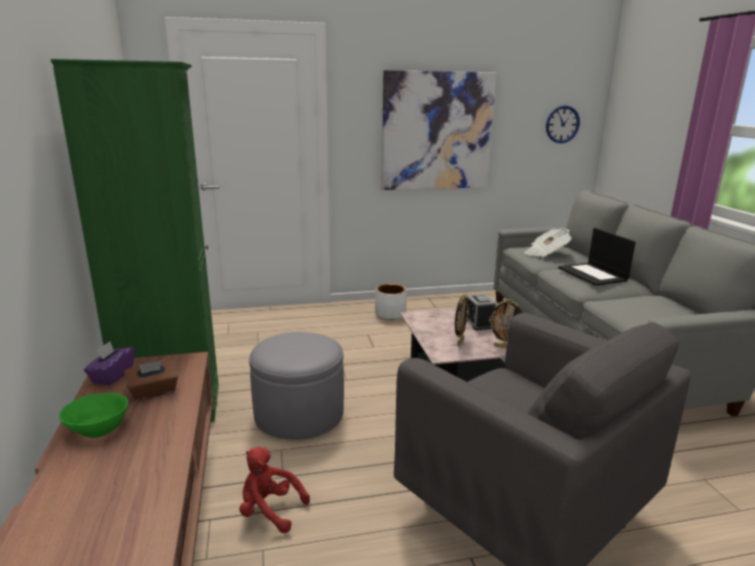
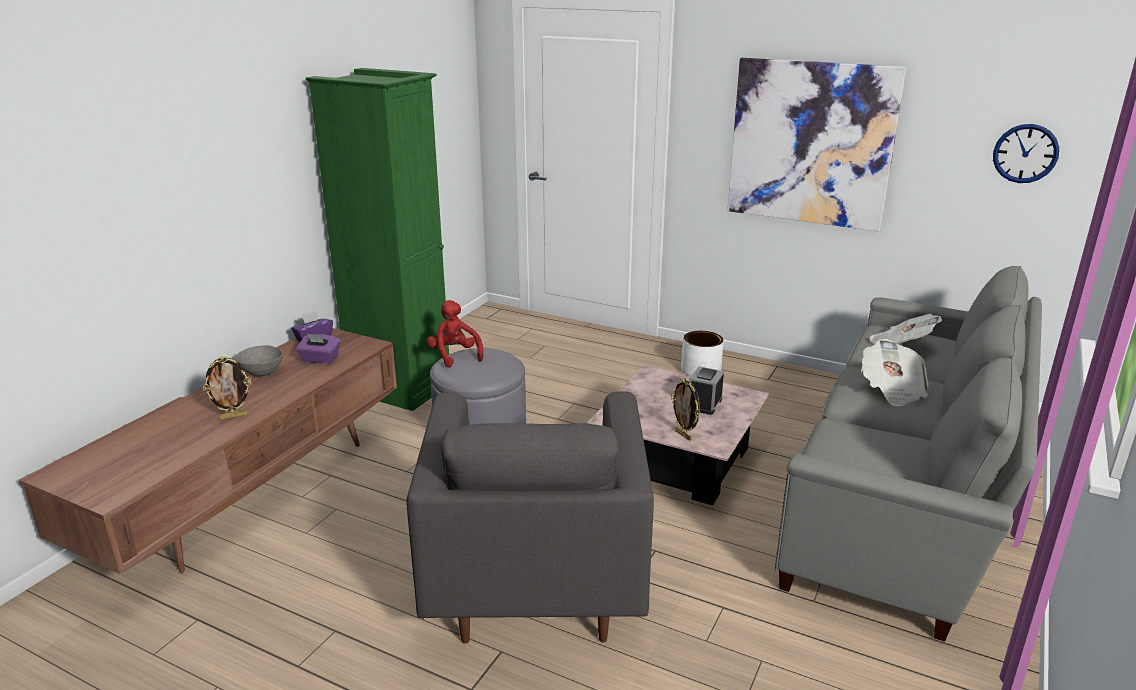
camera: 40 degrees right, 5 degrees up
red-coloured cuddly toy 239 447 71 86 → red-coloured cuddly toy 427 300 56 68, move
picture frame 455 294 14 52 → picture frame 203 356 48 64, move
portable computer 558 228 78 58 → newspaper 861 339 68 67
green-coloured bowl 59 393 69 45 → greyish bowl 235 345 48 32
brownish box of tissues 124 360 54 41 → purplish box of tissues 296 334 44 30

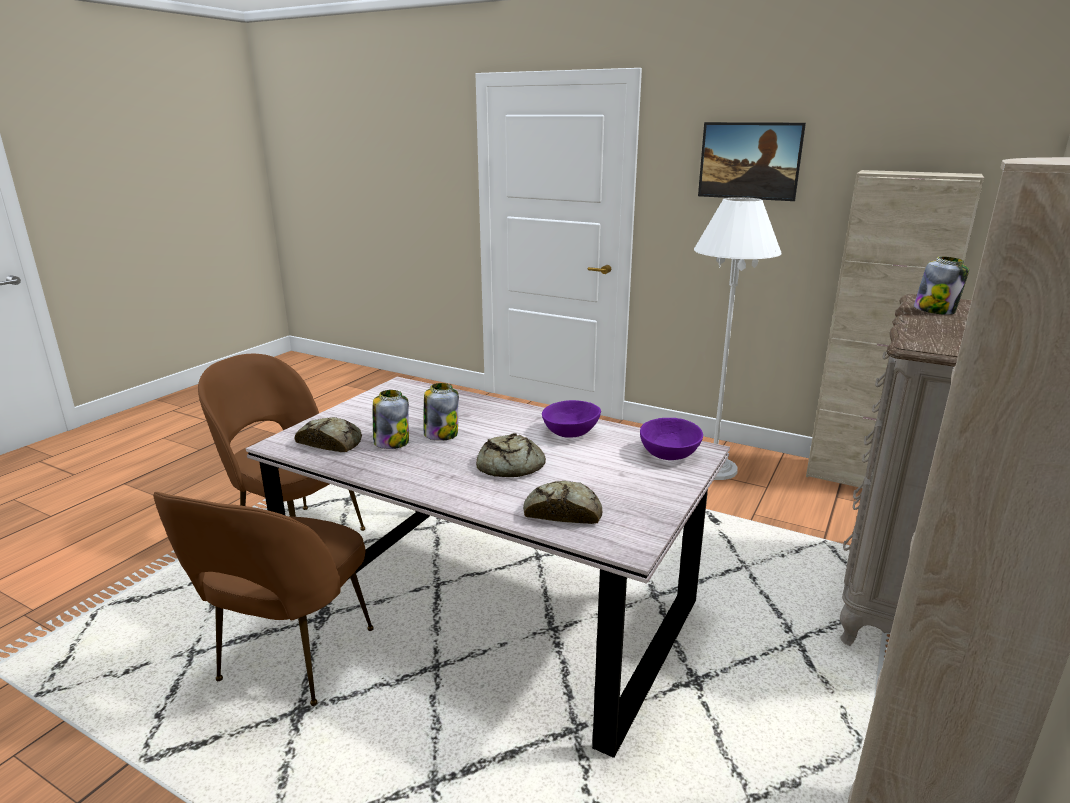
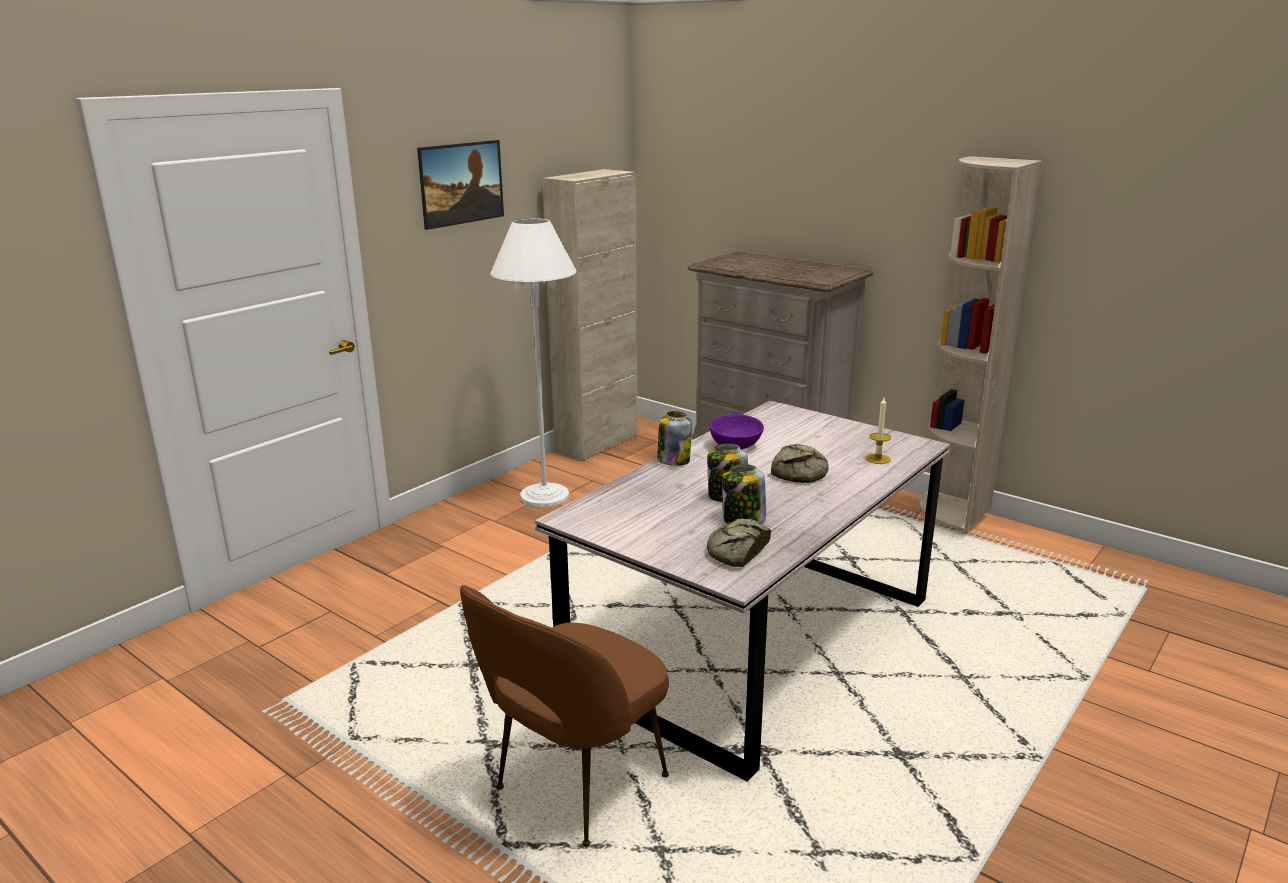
camera: 80 degrees left, 0 degrees up
brownish chair 153 492 221 214 → -
purplish bowl 640 418 63 42 → -
jar 914 256 55 59 → jar 657 411 35 55, move
baked bread 523 481 79 43 → wax light 866 398 25 66

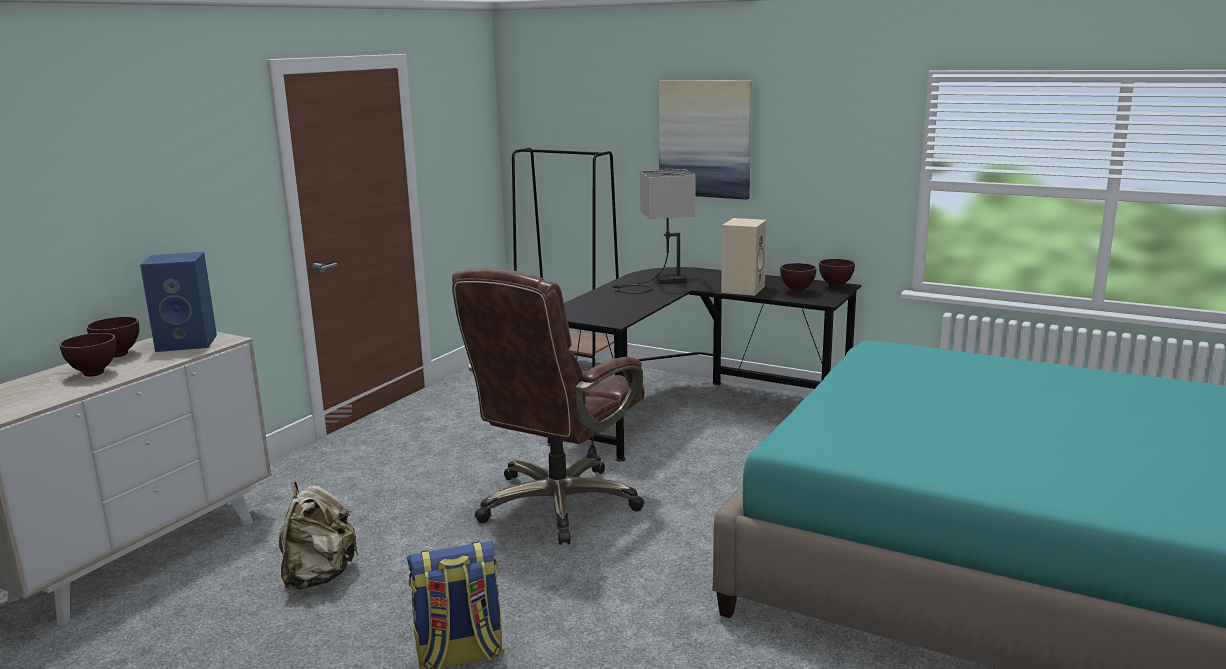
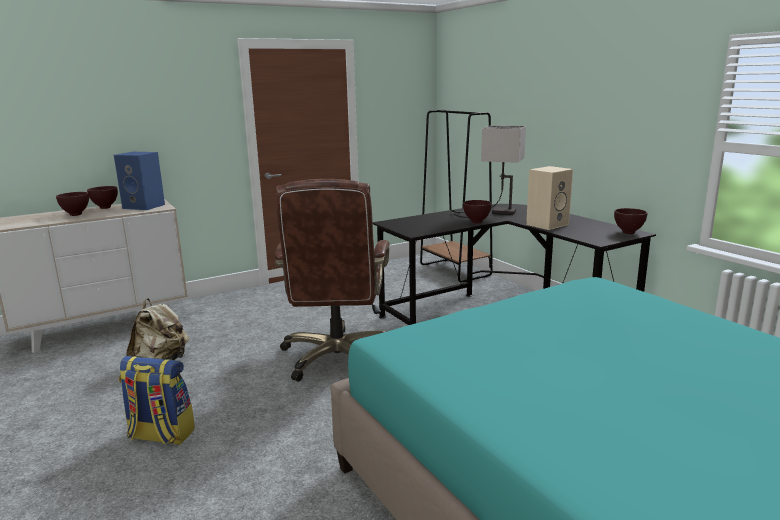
camera: 30 degrees right, 0 degrees up
wall picture 659 80 93 120 → -
brownish bowl 780 263 37 30 → brownish bowl 463 200 29 24, move
brownish computer chair 452 268 193 277 → brownish computer chair 275 179 115 203, 60 degrees counterclockwise

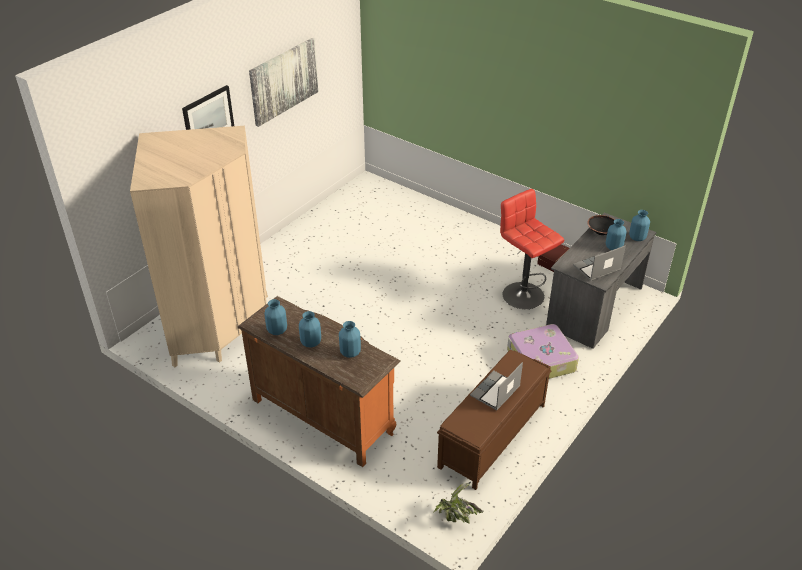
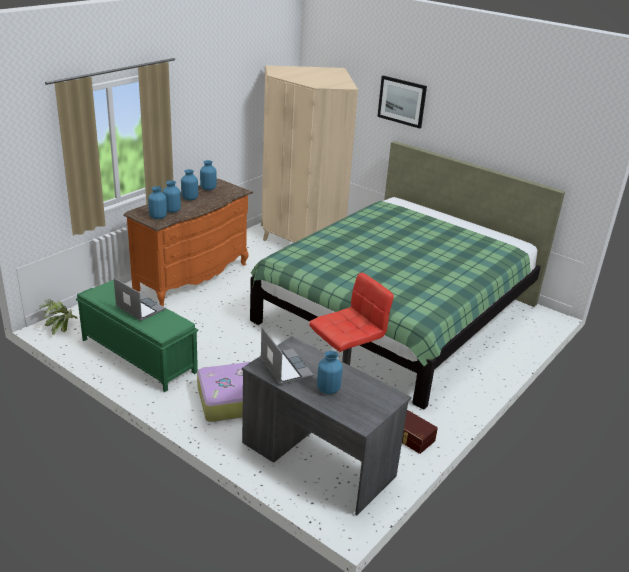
camera: 90 degrees right, 10 degrees down
wall picture 249 38 69 89 → -
black bowl 587 215 28 20 → -
- → green-coloured bed 250 141 315 269
bluish decorative vase 629 210 21 31 → bluish decorative vase 148 186 19 33, move
brownish bench 437 350 115 140 → green-coloured bench 76 280 122 112

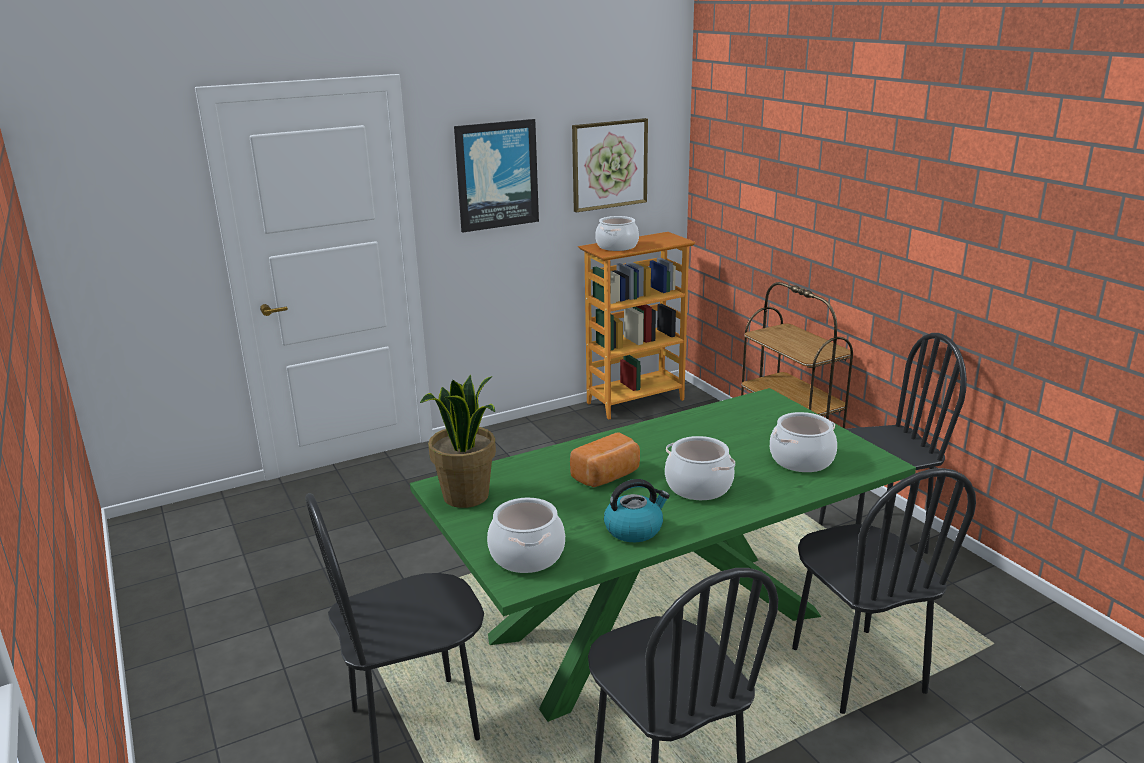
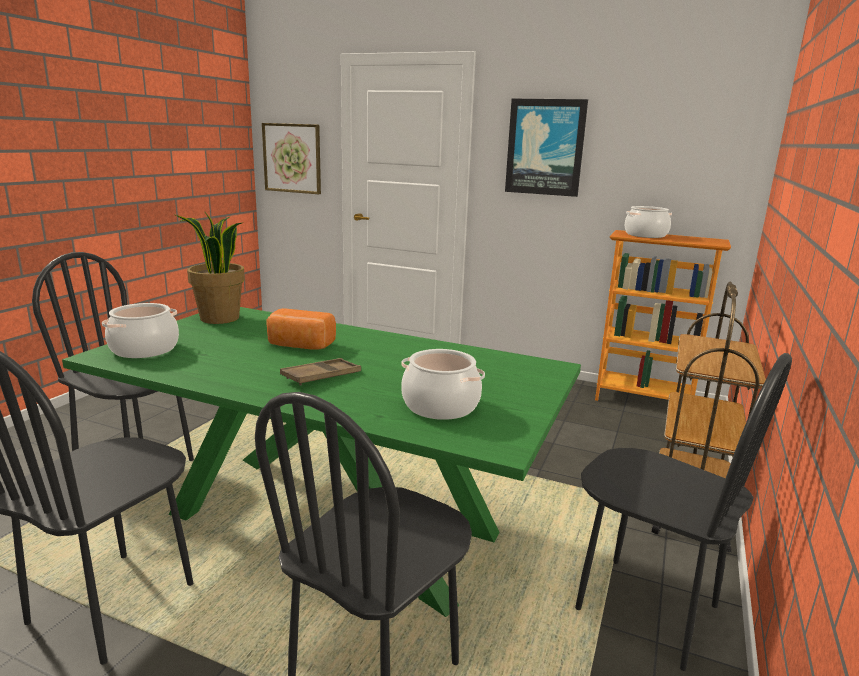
camera: 50 degrees right, 5 degrees down
tea kettle 604 479 66 63 → -
wall picture 572 118 76 94 → wall picture 262 123 59 71, move
stockpot 665 436 70 64 → brownish tray 280 358 81 27

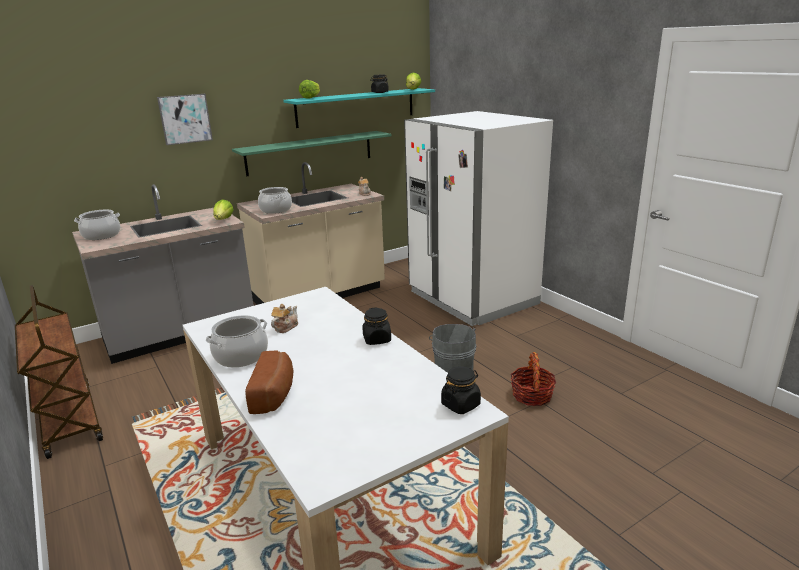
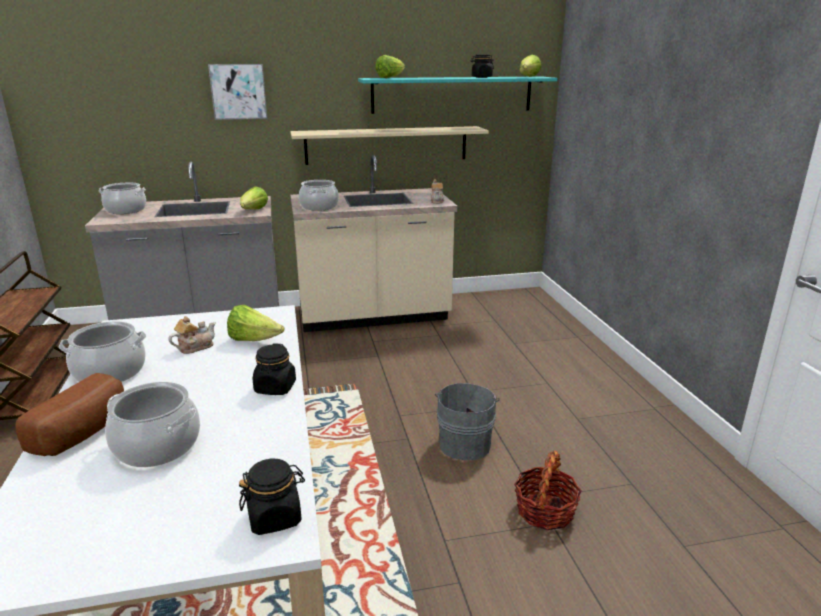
camera: 20 degrees right, 0 degrees up
white-coloured refrigerator 404 111 149 215 → -
- → stockpot 105 382 95 85
- → lettuce head 227 305 57 36
green-coloured shelf 232 131 160 45 → beige-coloured shelf 290 126 199 39

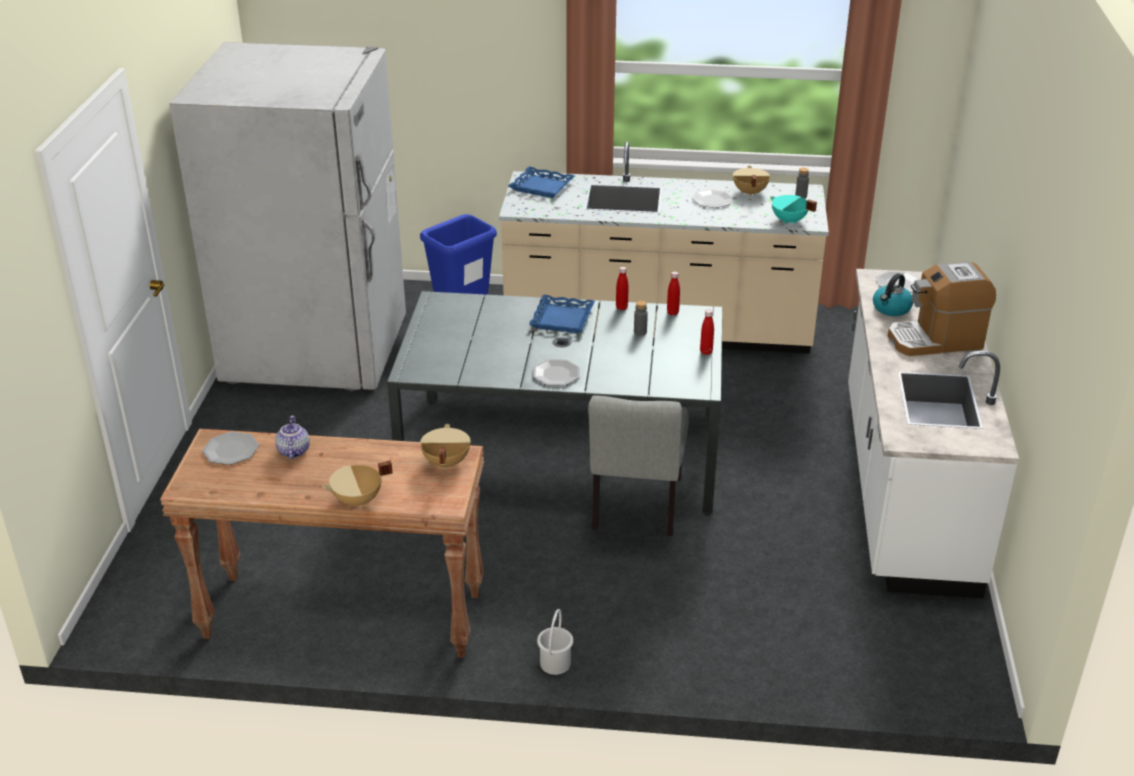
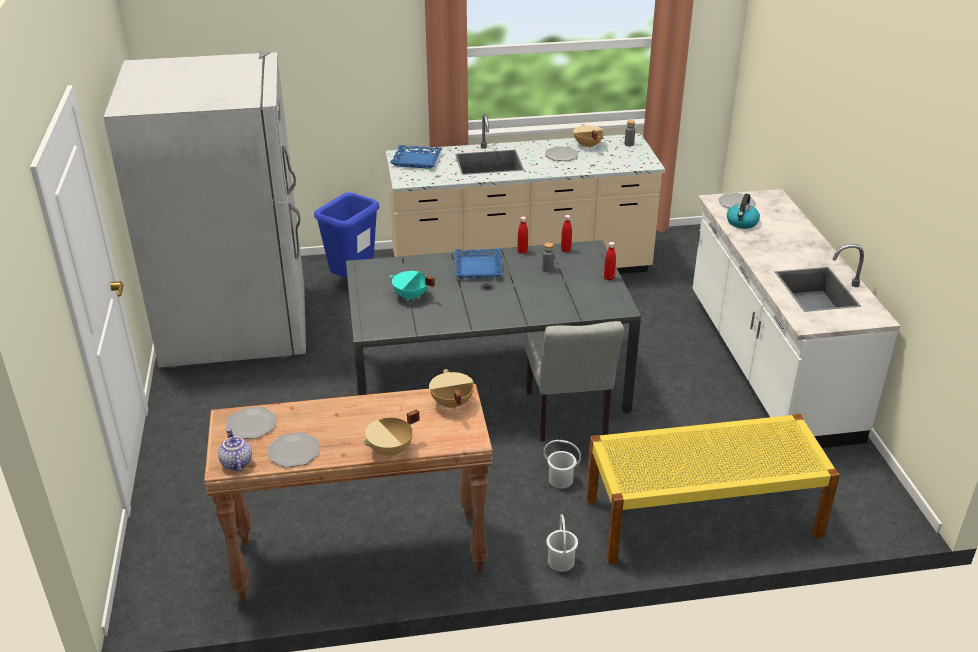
camera: 15 degrees left, 0 degrees up
coffee maker 888 261 108 95 → -
- → white-coloured pail 544 440 37 49
- → yellow-coloured bench 586 414 254 150
tea pot 275 416 35 43 → tea pot 218 429 34 43, move
flat dish 533 359 47 27 → flat dish 268 432 52 36, move
turquoise stockpot 770 195 47 29 → turquoise stockpot 390 271 45 30, move

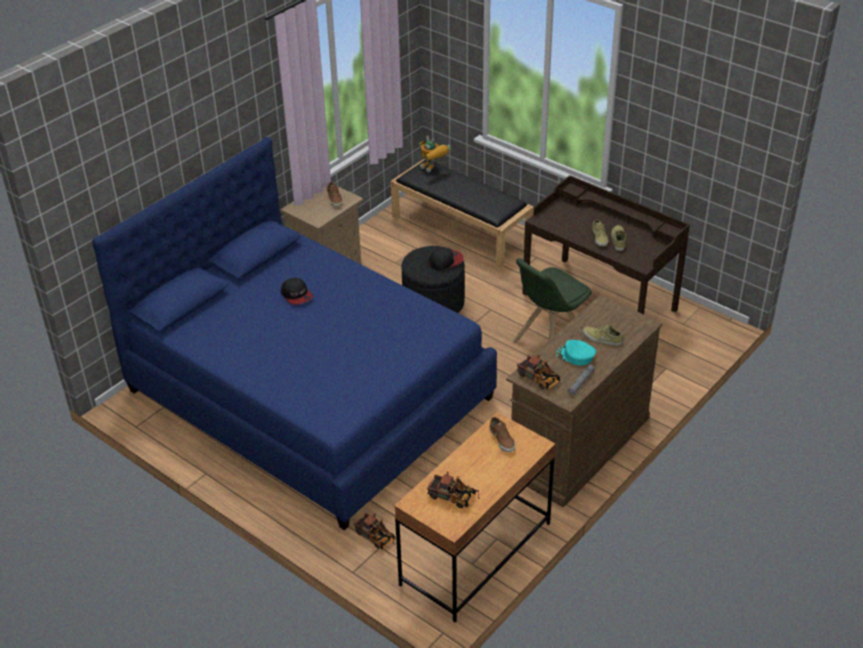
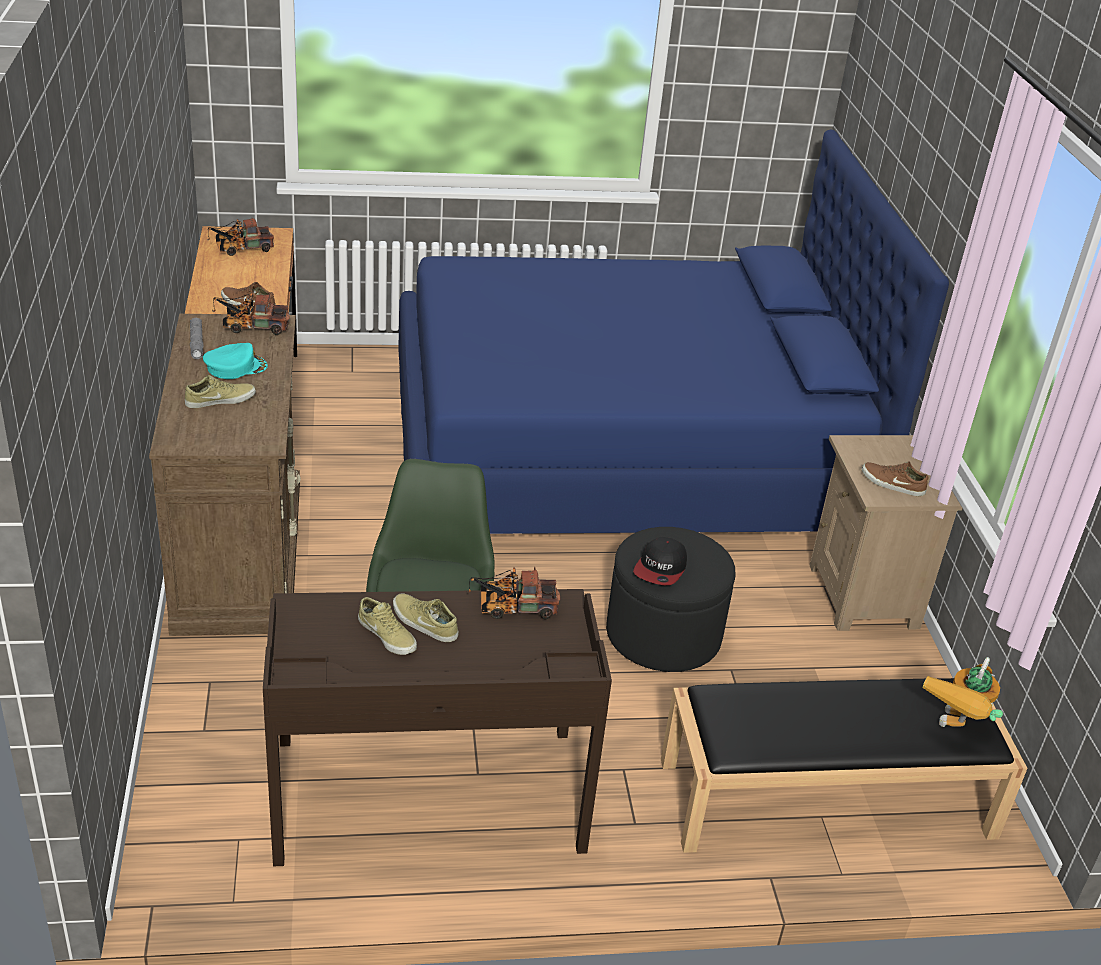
camera: 130 degrees right, 5 degrees down
peaked cap 281 278 32 27 → -
model truck 354 513 41 37 → model truck 467 566 93 54, move
robot figure 419 136 32 36 → robot figure 922 657 81 70, 60 degrees counterclockwise

